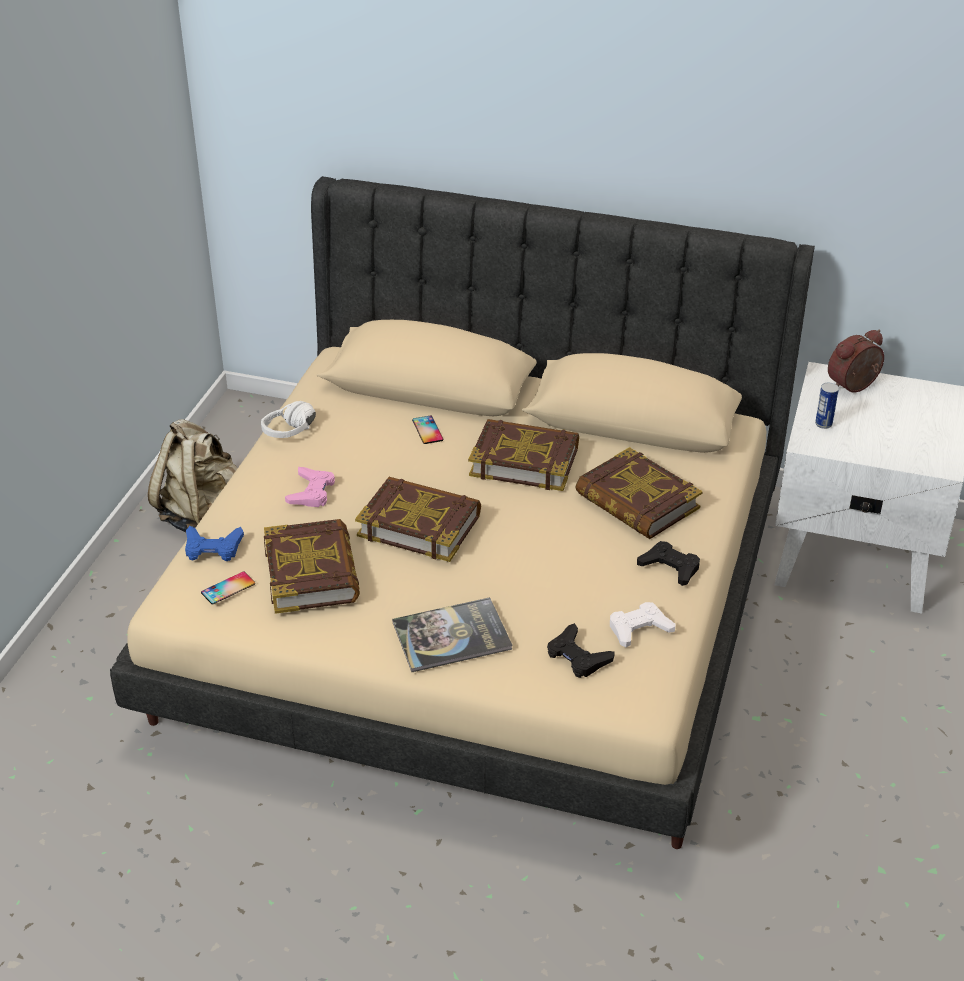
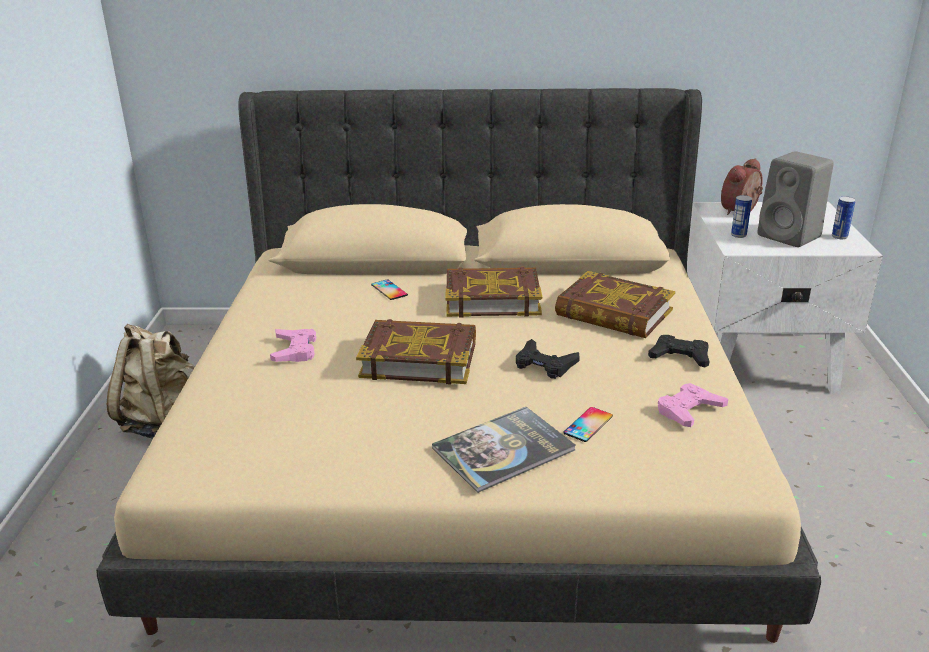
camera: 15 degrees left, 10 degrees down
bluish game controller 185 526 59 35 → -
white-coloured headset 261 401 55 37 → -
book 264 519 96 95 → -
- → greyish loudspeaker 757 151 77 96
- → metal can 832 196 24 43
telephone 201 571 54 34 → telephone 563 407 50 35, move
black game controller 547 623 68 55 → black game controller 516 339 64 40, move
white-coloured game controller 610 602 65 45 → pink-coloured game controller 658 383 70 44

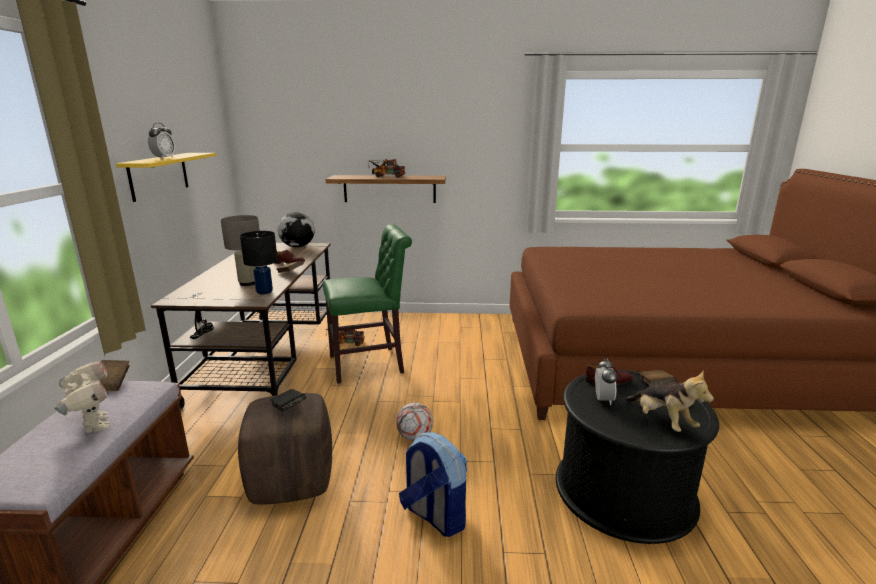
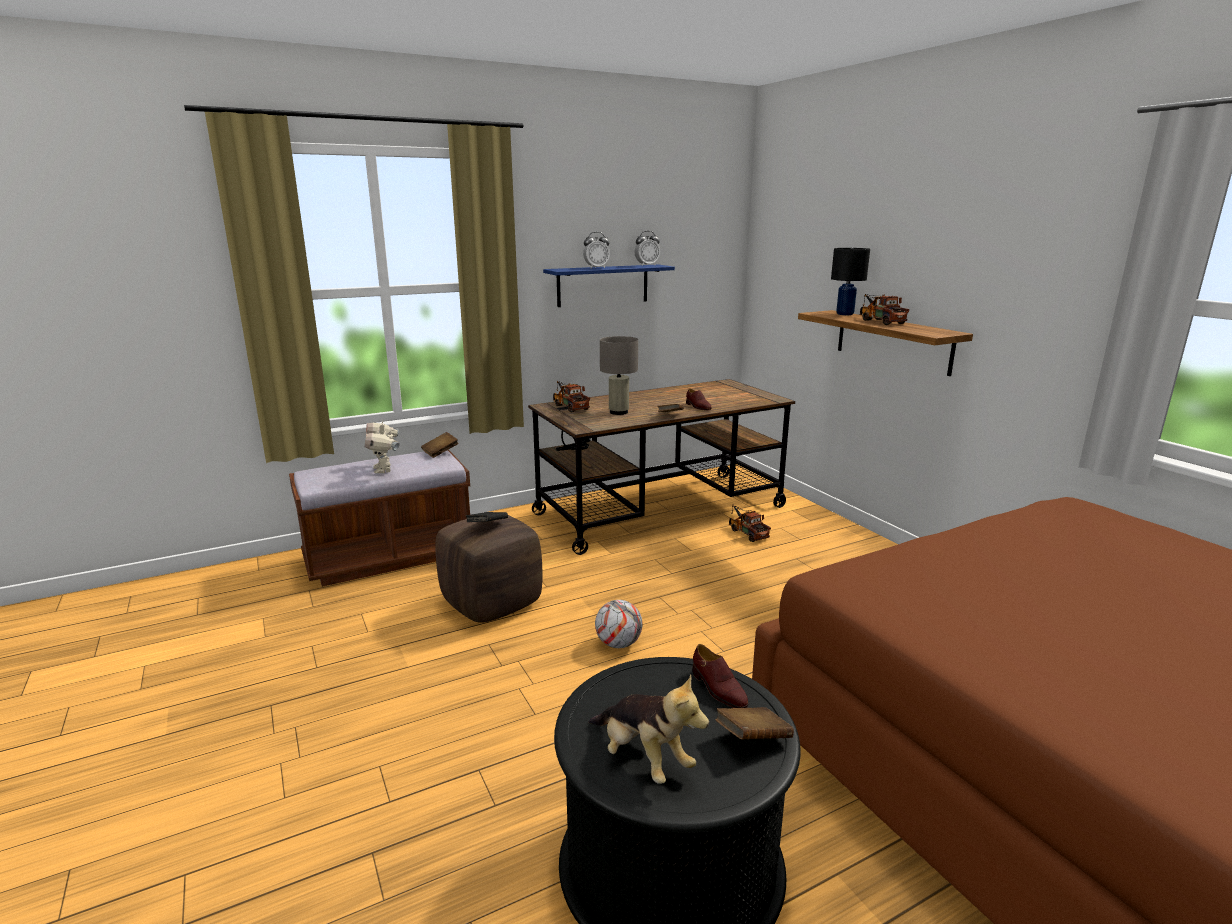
camera: 60 degrees right, 0 degrees up
desk globe 278 212 37 35 → -
green-coloured chair 323 224 89 160 → -
backpack 399 432 68 105 → -
- → model truck 553 381 37 32
black tabletop lamp 240 231 38 63 → black tabletop lamp 831 247 39 68, move
alarm clock 595 358 22 47 → alarm clock 634 231 26 35, move
yellow-coloured shelf 116 153 100 49 → bluish shelf 543 264 132 43
robot figure 54 361 56 72 → robot figure 365 420 35 54, 135 degrees clockwise
cuddly toy 624 370 90 62 → cuddly toy 588 675 121 109, 75 degrees counterclockwise

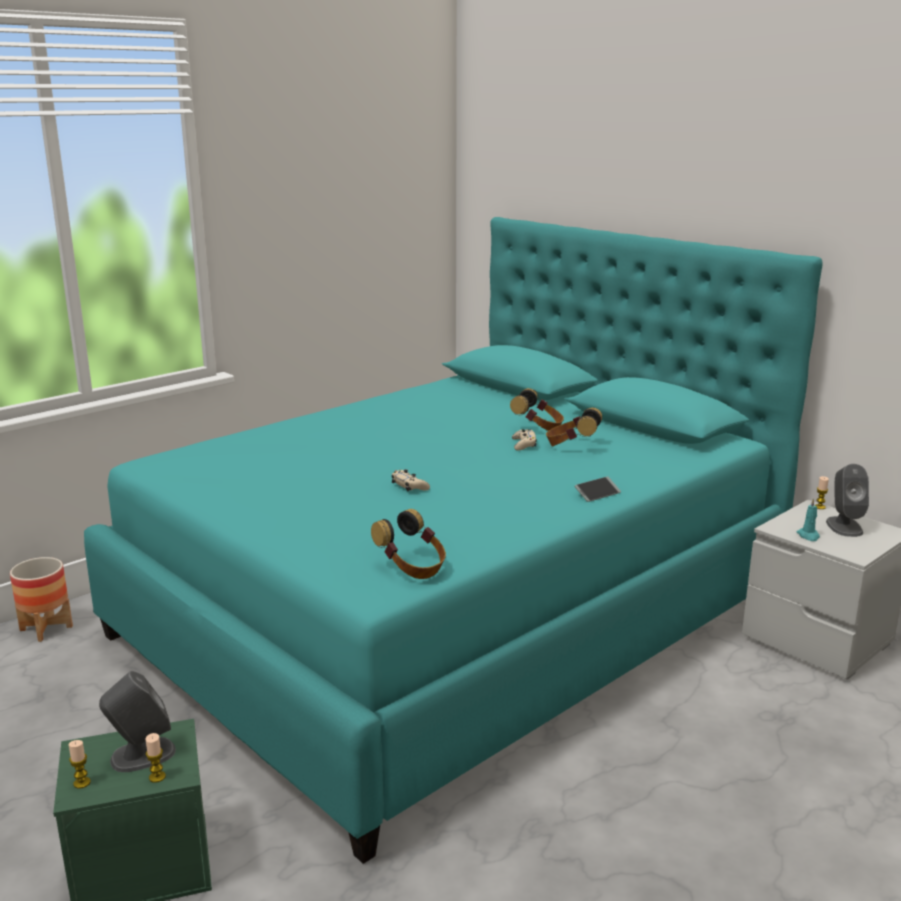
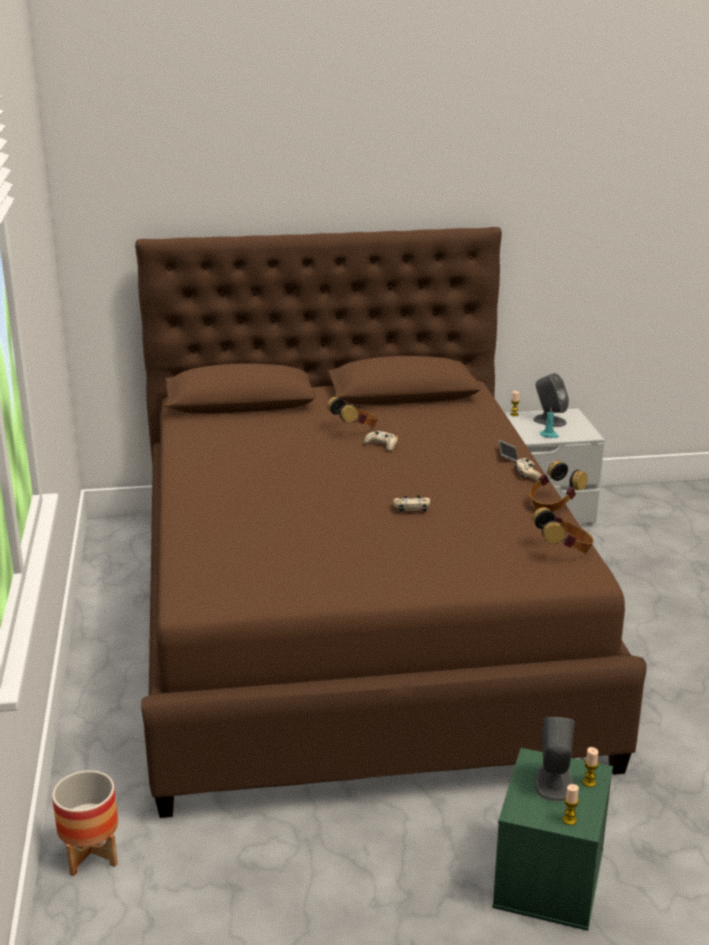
camera: 55 degrees left, 5 degrees up
- → beige-coloured game controller 515 458 26 22
headset 546 408 56 38 → headset 529 461 59 51, move
turquoise bed 84 217 739 647 → brownish bed 135 227 512 591

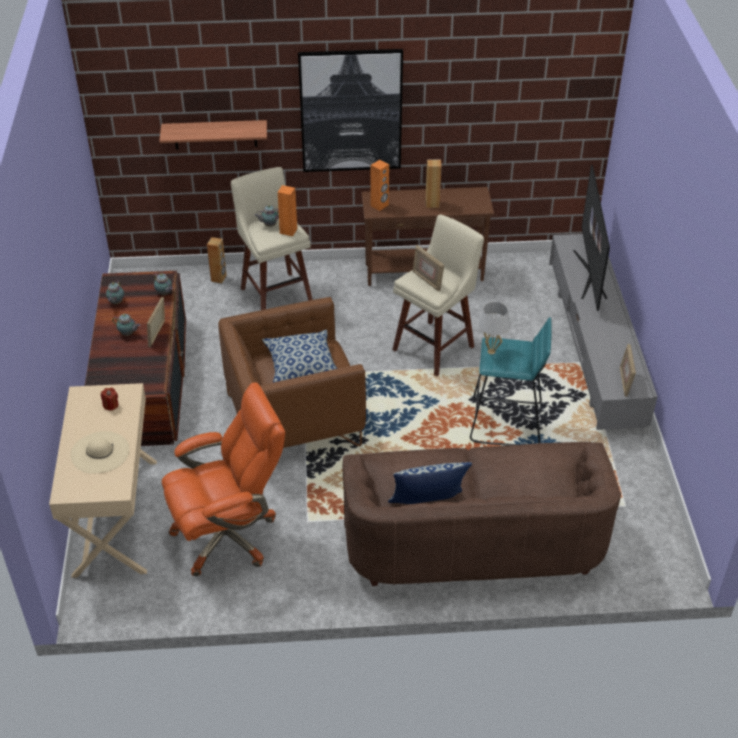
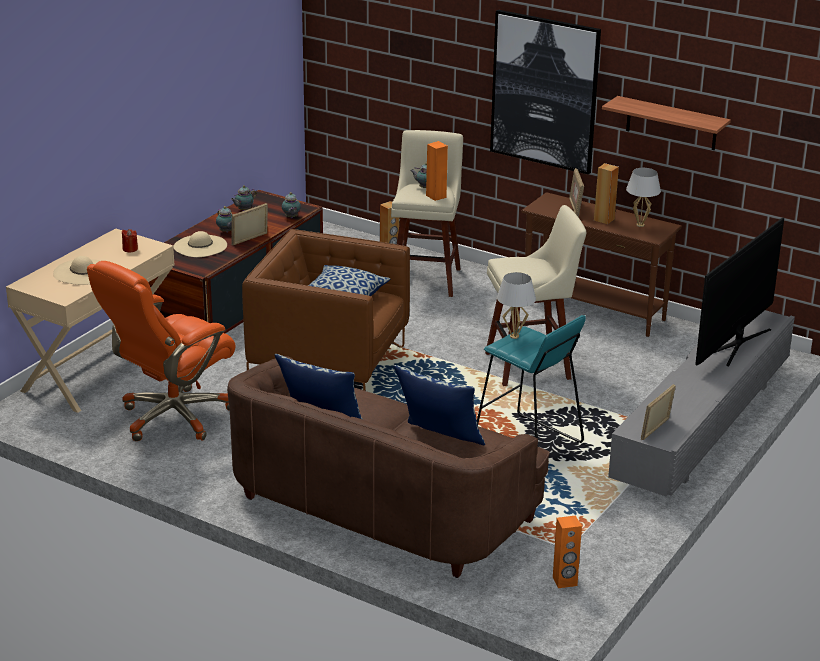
camera: 35 degrees right, 15 degrees down
- → beige-coloured clothing hat 174 231 53 26
- → cushion 394 365 91 80
- → white-coloured tabletop lamp 626 168 35 59
shelf 159 120 108 30 → shelf 602 96 129 54, move
orange loudspeaker 371 160 18 51 → orange loudspeaker 553 515 29 73, move
picture frame 413 245 31 47 → picture frame 569 168 15 49, move
orange computer chair 162 382 123 194 → orange computer chair 87 261 149 180, 120 degrees clockwise

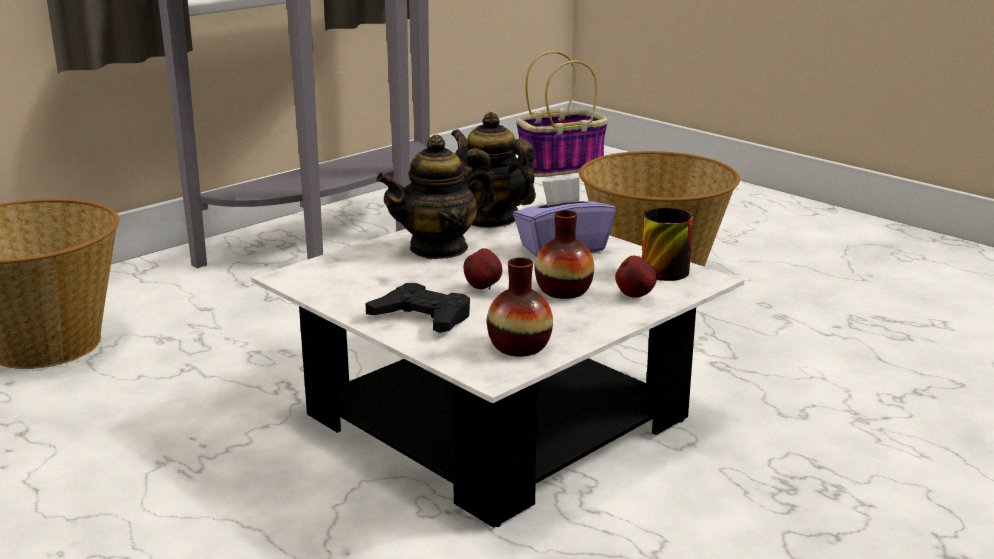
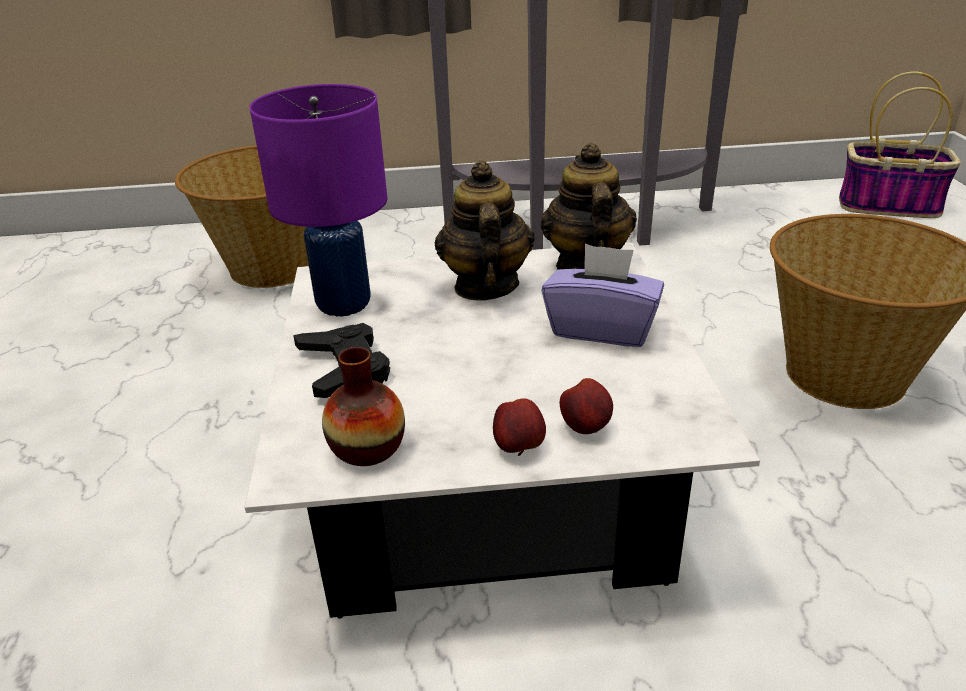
camera: 40 degrees right, 10 degrees up
decorative vase 535 210 59 89 → -
coffee mug 642 208 51 73 → -
- → purplish tabletop lamp 249 84 138 232
whole apple 463 248 40 42 → whole apple 493 398 53 58, move
tea pot 377 135 119 124 → tea pot 435 160 100 141, 75 degrees clockwise

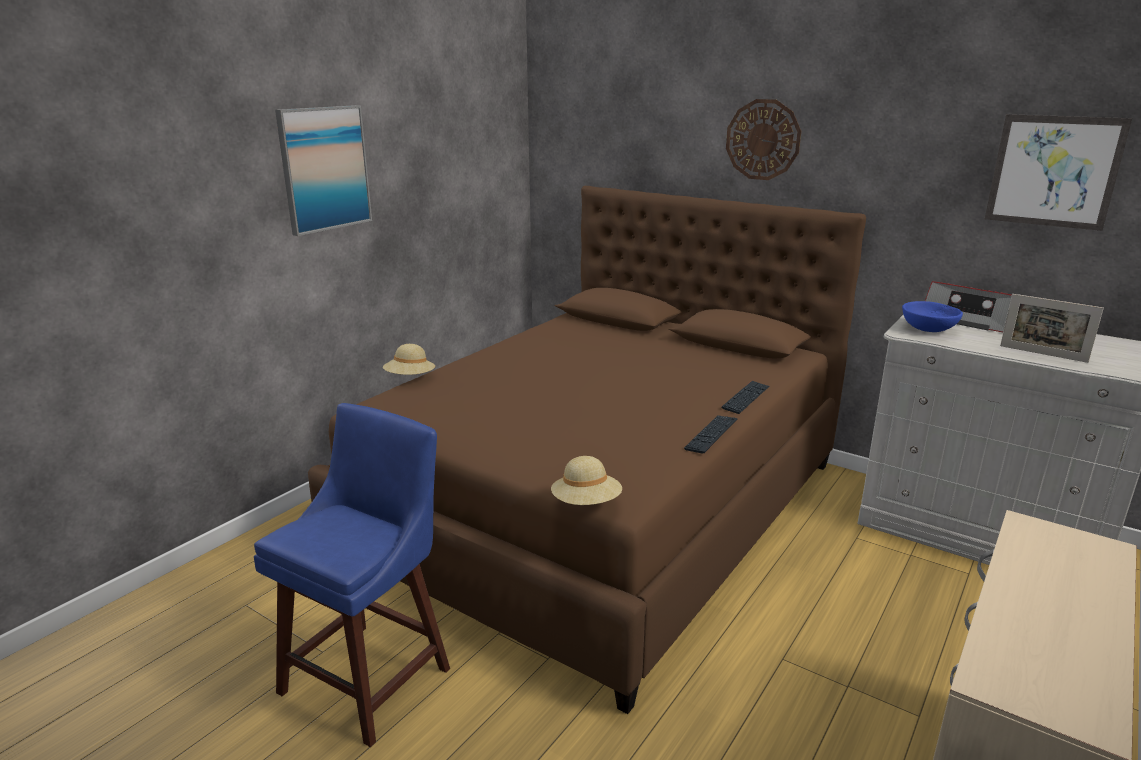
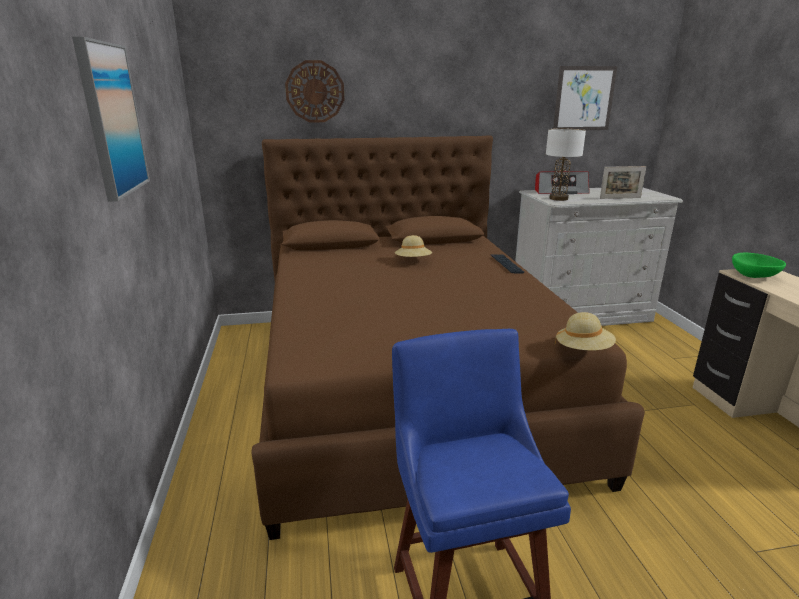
camera: 45 degrees left, 0 degrees up
keyboard 684 415 54 39 → -
- → green-coloured bowl 732 253 54 25
beige-coloured clothing hat 383 344 52 31 → beige-coloured clothing hat 395 235 37 22, move
hanging clock 726 99 75 81 → hanging clock 285 60 59 62, move
bluish bowl 902 301 61 31 → tabletop lamp 546 129 40 72

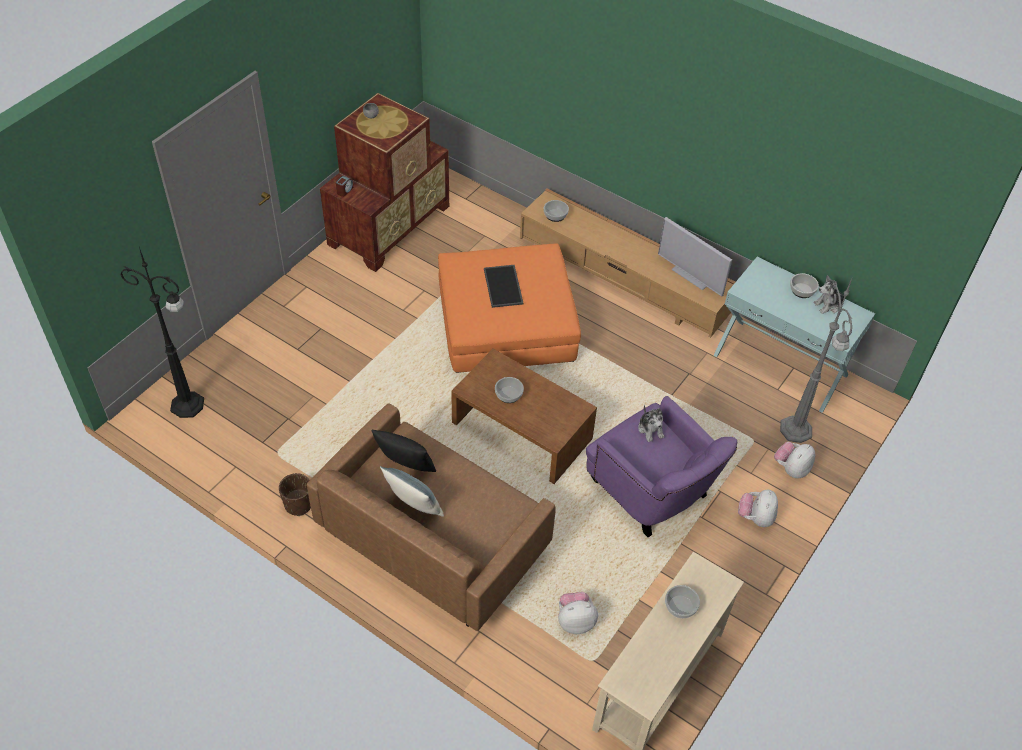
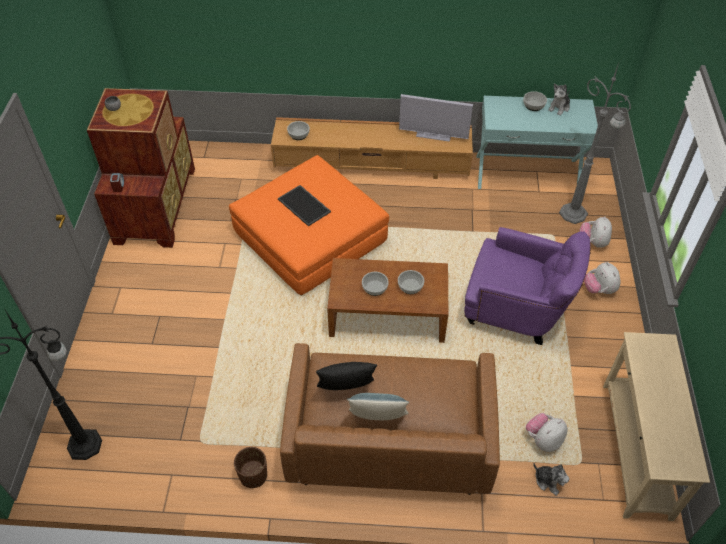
camera: 30 degrees left, 0 degrees up
cuddly toy 638 405 26 37 → cuddly toy 533 463 37 33, move
bowl 665 585 35 33 → bowl 398 270 26 24, move

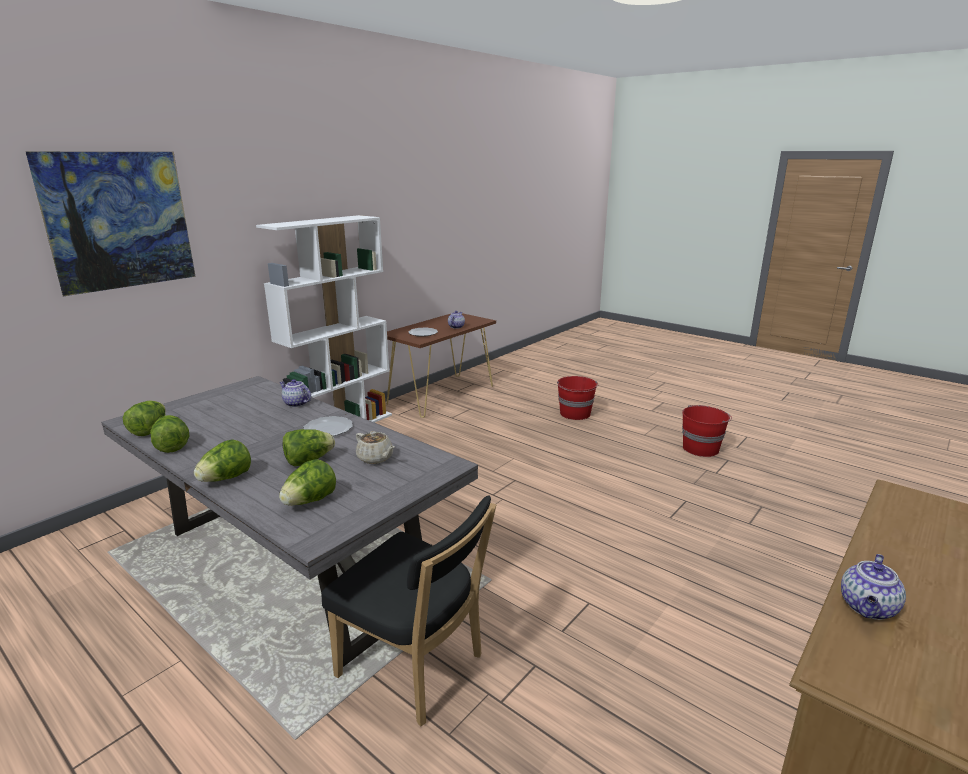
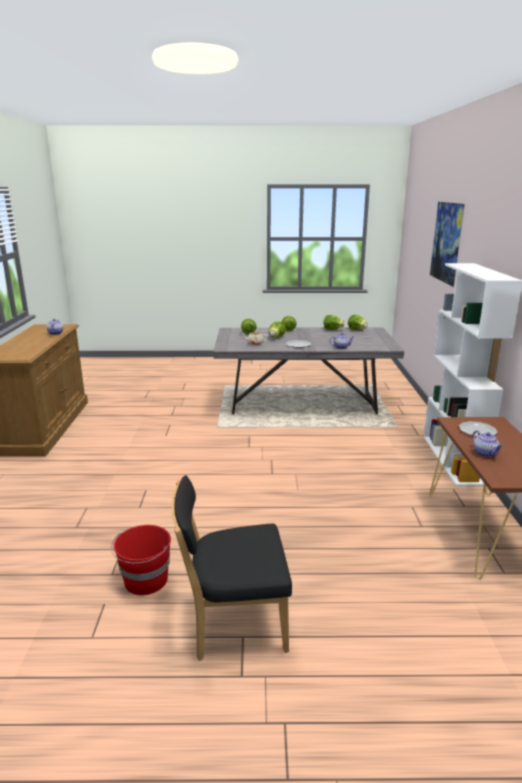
camera: 140 degrees right, 0 degrees up
red-coloured pail 557 376 41 44 → -
black chair 322 495 174 232 → black chair 172 475 120 186, move

